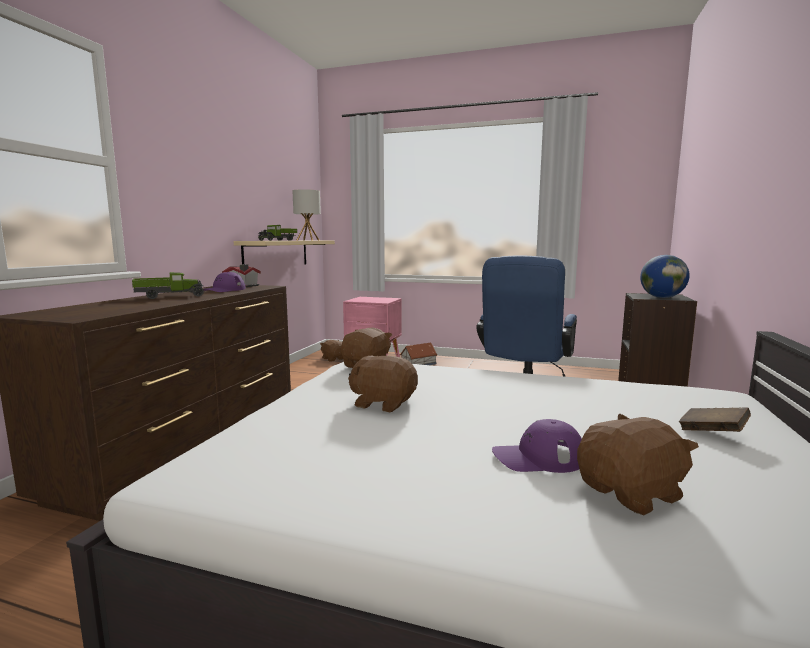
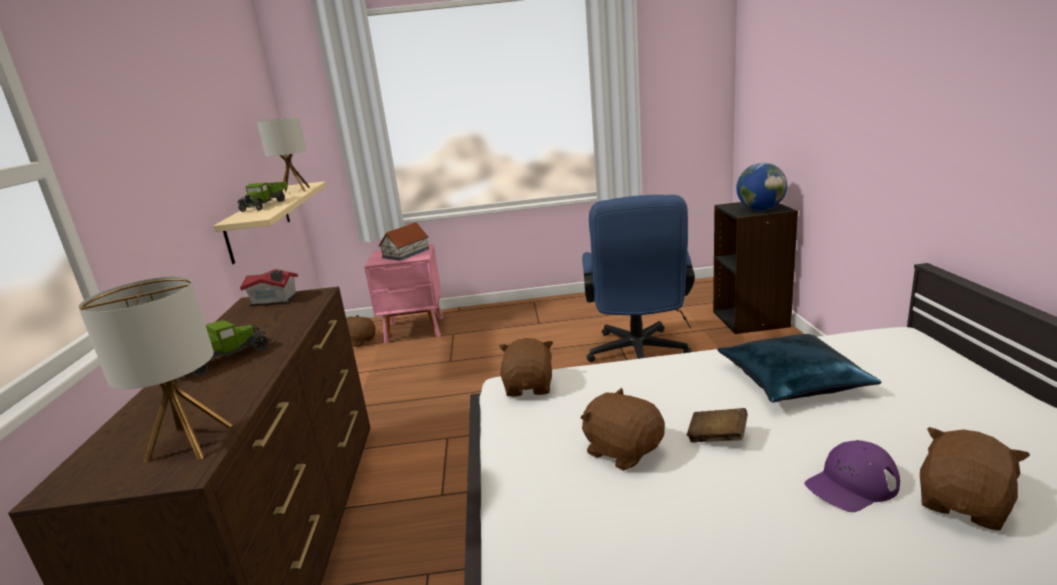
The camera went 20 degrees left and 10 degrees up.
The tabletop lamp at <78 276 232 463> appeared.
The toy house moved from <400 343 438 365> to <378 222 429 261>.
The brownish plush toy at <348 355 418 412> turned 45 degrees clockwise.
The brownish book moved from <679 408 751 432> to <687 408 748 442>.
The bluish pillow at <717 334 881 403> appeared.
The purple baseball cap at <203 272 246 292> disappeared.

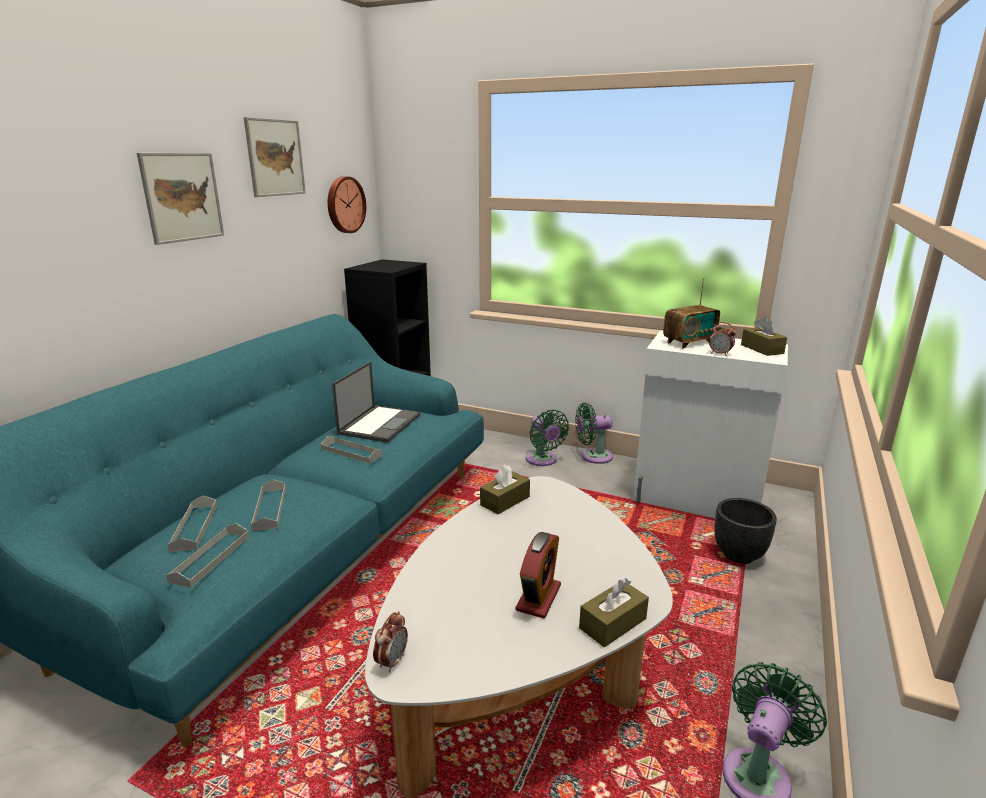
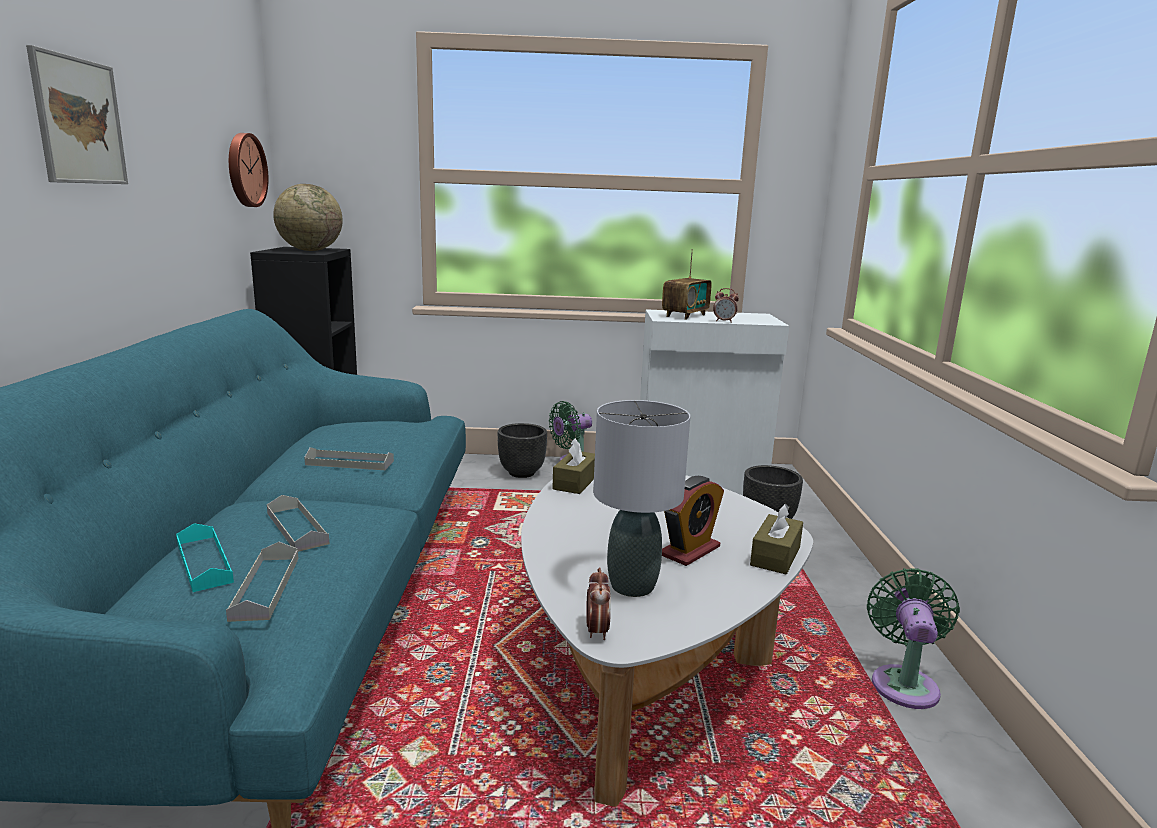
The camera went 25 degrees left and 5 degrees down.
The gray tray at <168 496 217 552> became the turquoise tray at <176 523 234 592>.
The globe at <273 184 343 251> appeared.
The greenish cooling fan at <526 410 569 466> was replaced by the black flower pot at <498 423 547 478>.
The gray tabletop lamp at <593 400 690 597> appeared.
The bedside clock at <516 532 561 618> turned 45 degrees clockwise.
The wall art at <244 117 306 197> disappeared.
The notebook computer at <332 361 421 443> disappeared.
The brownish box of tissues at <741 317 787 356> disappeared.

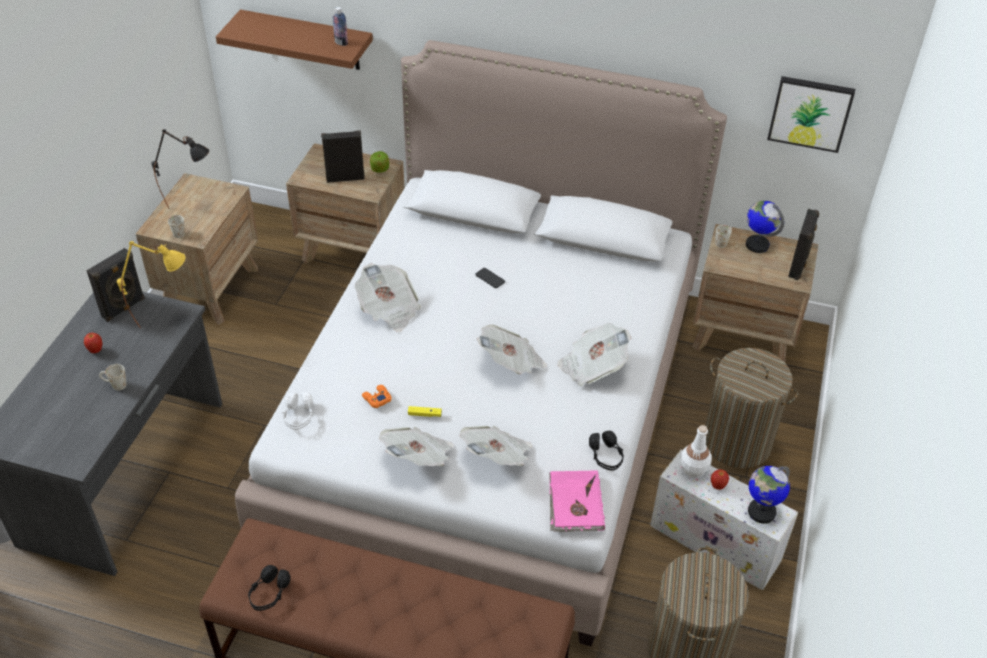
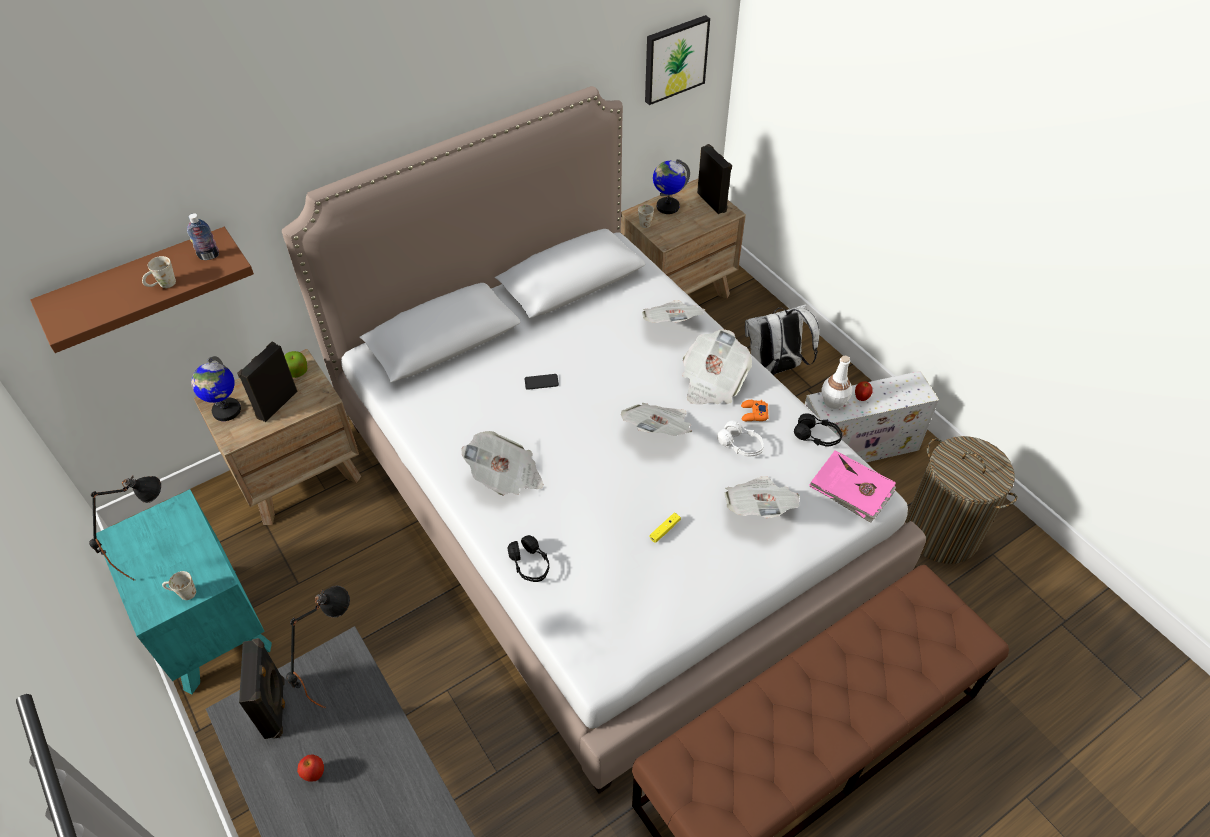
The camera went 50 degrees left and 5 degrees up.
The brownish nightstand at <136 173 258 325> became the turquoise nightstand at <96 489 272 694>.
The white-coloured coffee mug moved from <99 364 127 391> to <142 256 176 288>.
The globe moved from <748 466 790 524> to <191 356 241 421>.
The yellow-coloured tabletop lamp at <117 241 185 328> became the black tabletop lamp at <286 586 350 708>.
The black headset moved from <248 565 291 611> to <507 535 549 582>.
The newspaper moved from <379 427 454 466> to <642 300 705 323>.
The white-coloured headset moved from <283 392 313 430> to <717 421 764 457>.
The orange gamepad moved from <362 385 392 408> to <741 400 769 421>.
The hamper at <705 348 798 468> was replaced by the white-coloured backpack at <745 304 819 375>.

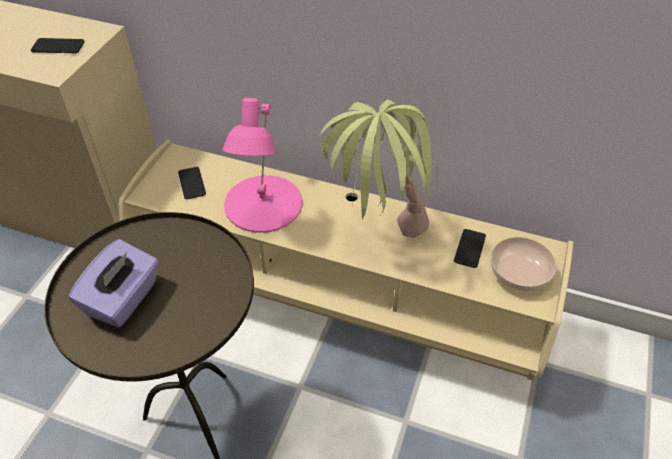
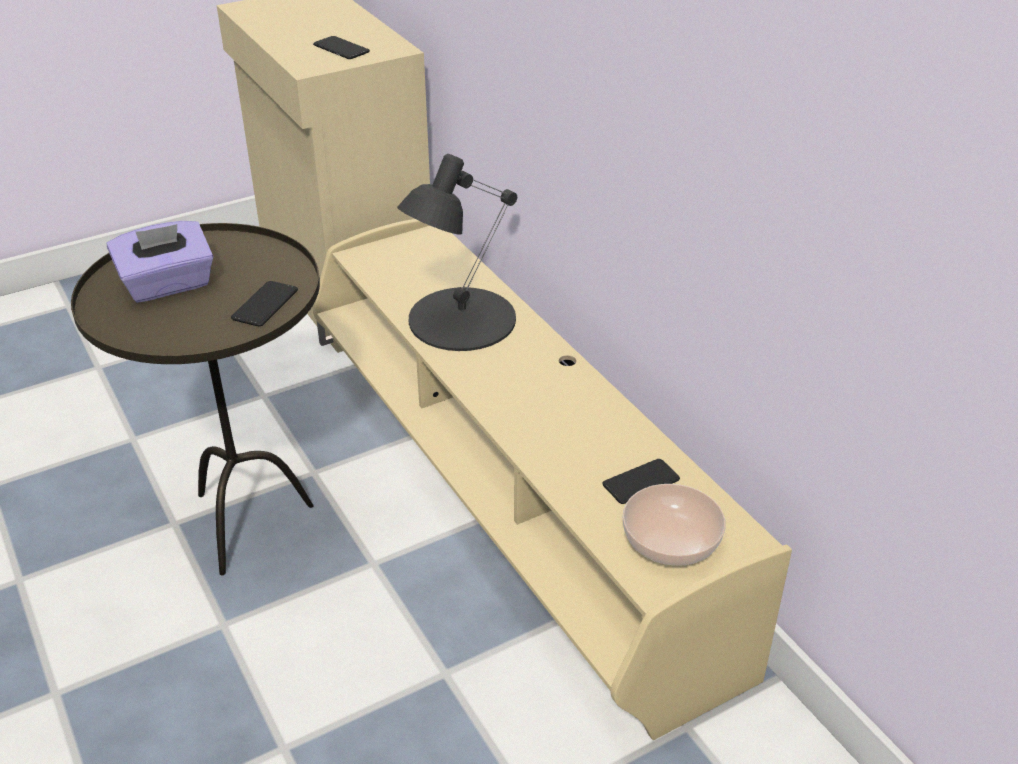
The camera went 40 degrees right and 10 degrees down.
The telephone moved from <178 167 206 199> to <231 281 298 326>.
The pink tabletop lamp at <222 98 302 233> became the black tabletop lamp at <397 154 517 351>.
The potted plant at <318 100 438 238> disappeared.

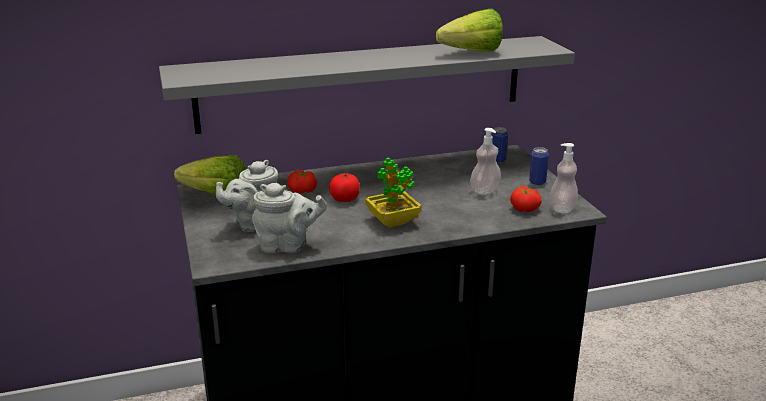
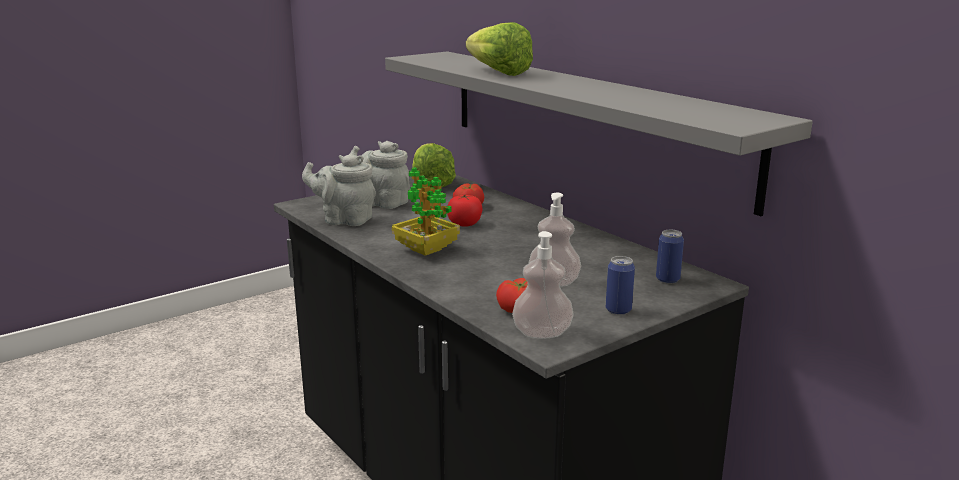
The camera went 70 degrees right and 5 degrees down.
The gray teapot at <252 183 327 253> turned 120 degrees clockwise.
The head of lettuce moved from <436 9 503 52> to <466 22 533 76>.

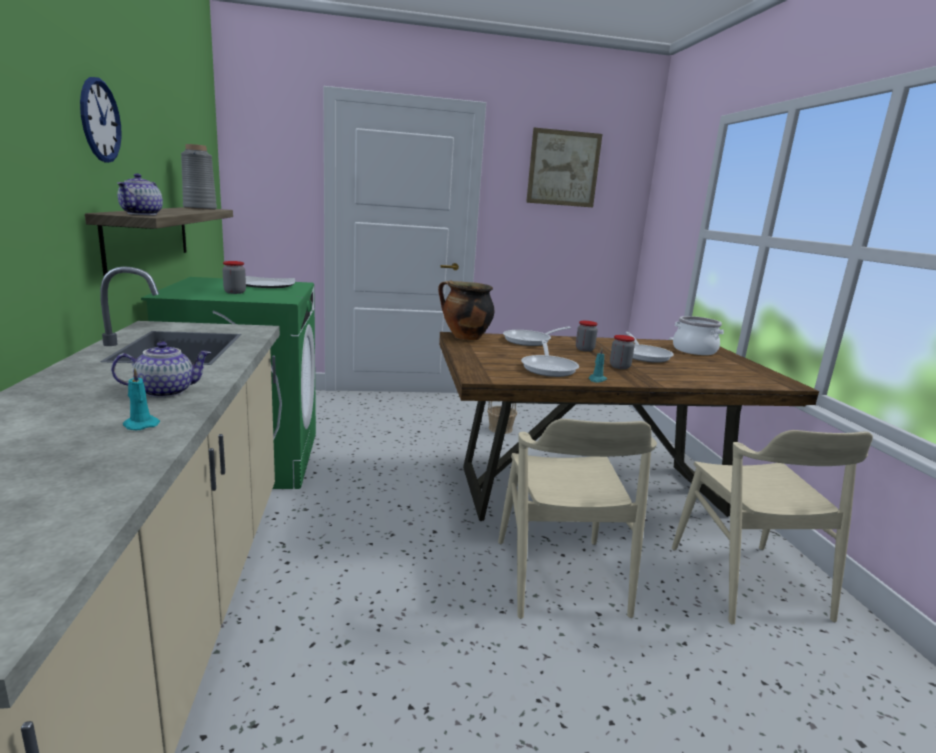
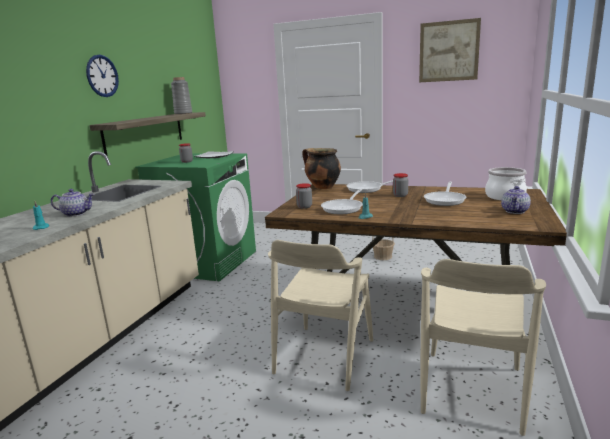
The camera went 30 degrees right and 0 degrees up.
The preserve jar moved from <610 335 635 369> to <296 183 312 209>.
The teapot moved from <117 173 163 215> to <501 186 531 214>.

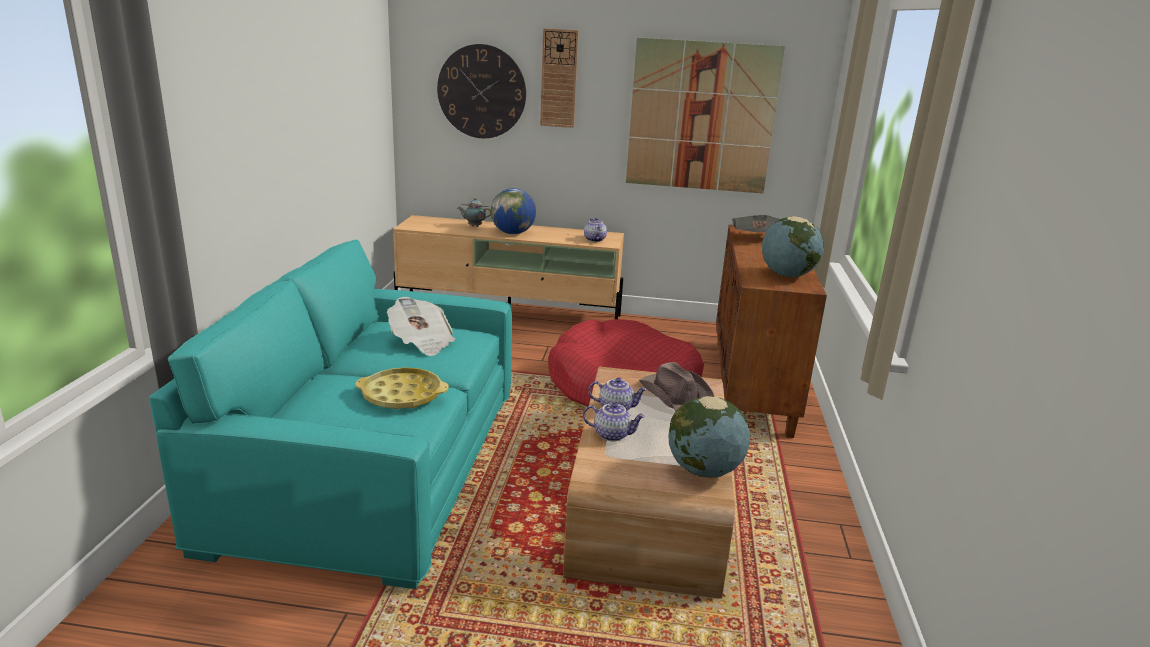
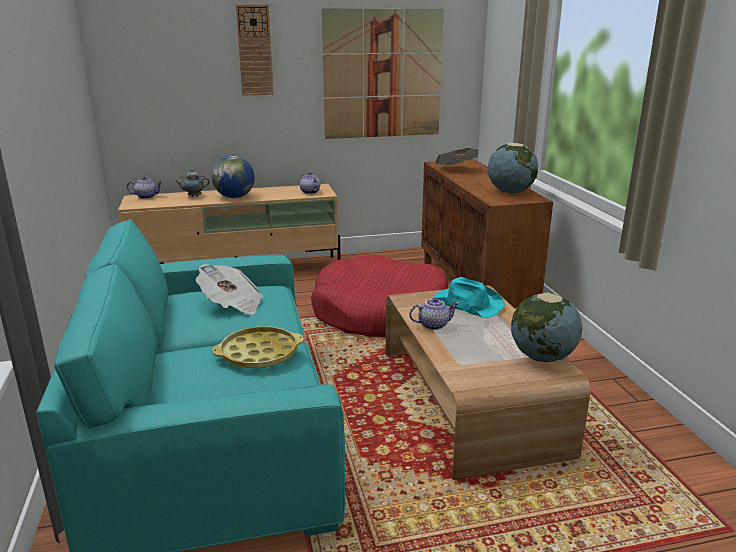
The camera went 20 degrees left and 0 degrees up.
The teapot moved from <583 402 645 441> to <127 177 163 199>.
The brownish wearable hat at <639 362 714 412> became the turquoise wearable hat at <433 277 505 318>.
The wall clock at <437 44 526 138> disappeared.

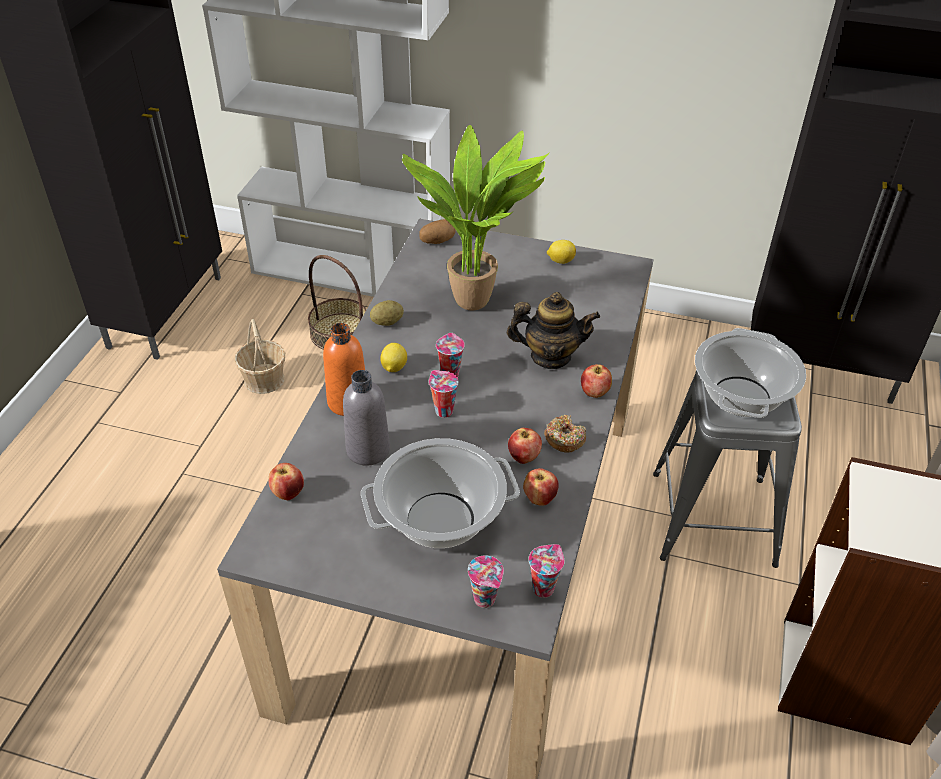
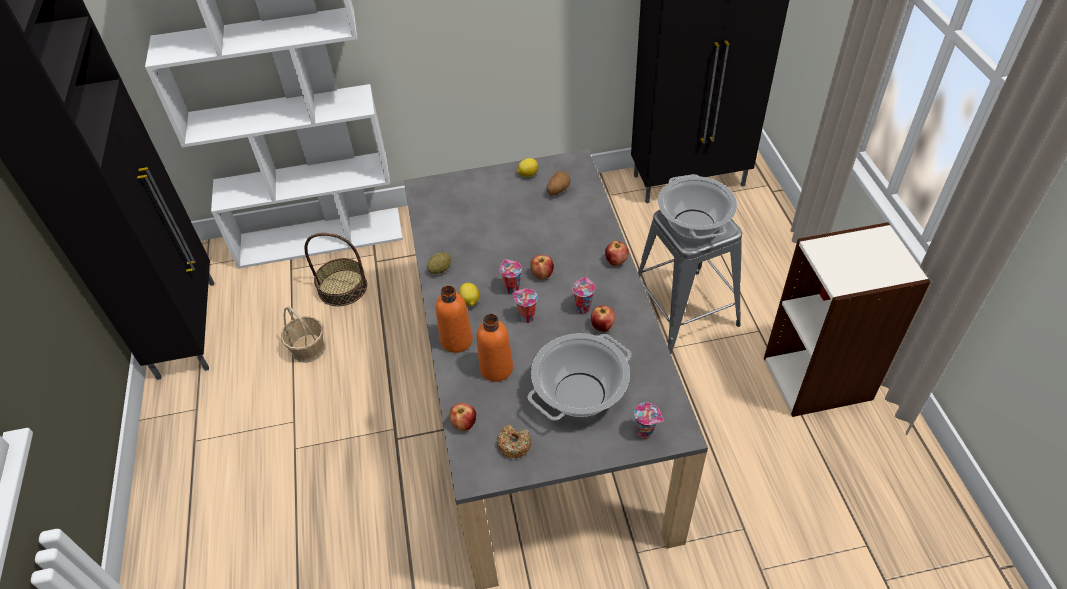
The camera went 25 degrees left and 5 degrees up.
The gray drink bottle at <343 370 390 466> became the orange drink bottle at <477 314 513 382>.
The ring doughnut moved from <544 415 586 453> to <497 424 532 458>.
The whole apple moved from <523 468 559 505> to <530 255 554 279>.
The whole potato moved from <419 219 456 244> to <547 171 570 195>.
The small cup moved from <529 544 565 598> to <572 277 595 314>.
The potted plant at <402 125 551 311> disappeared.
The teapot at <507 292 600 369> disappeared.

